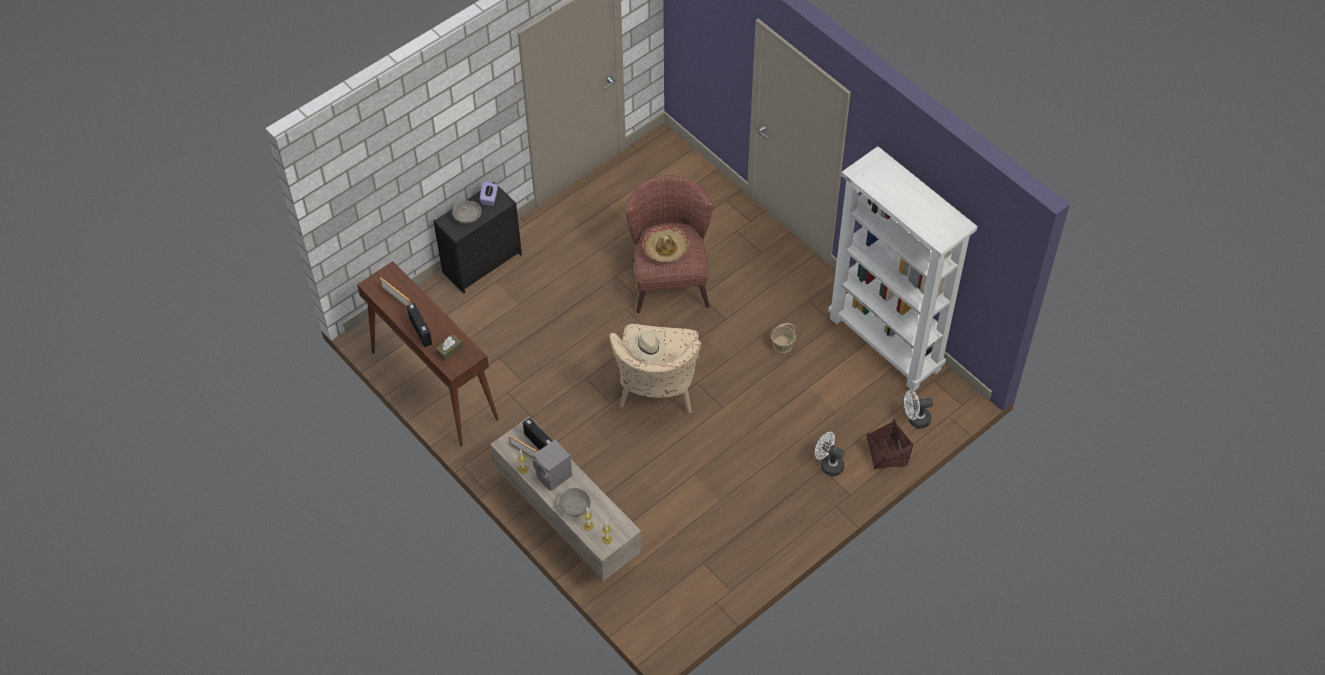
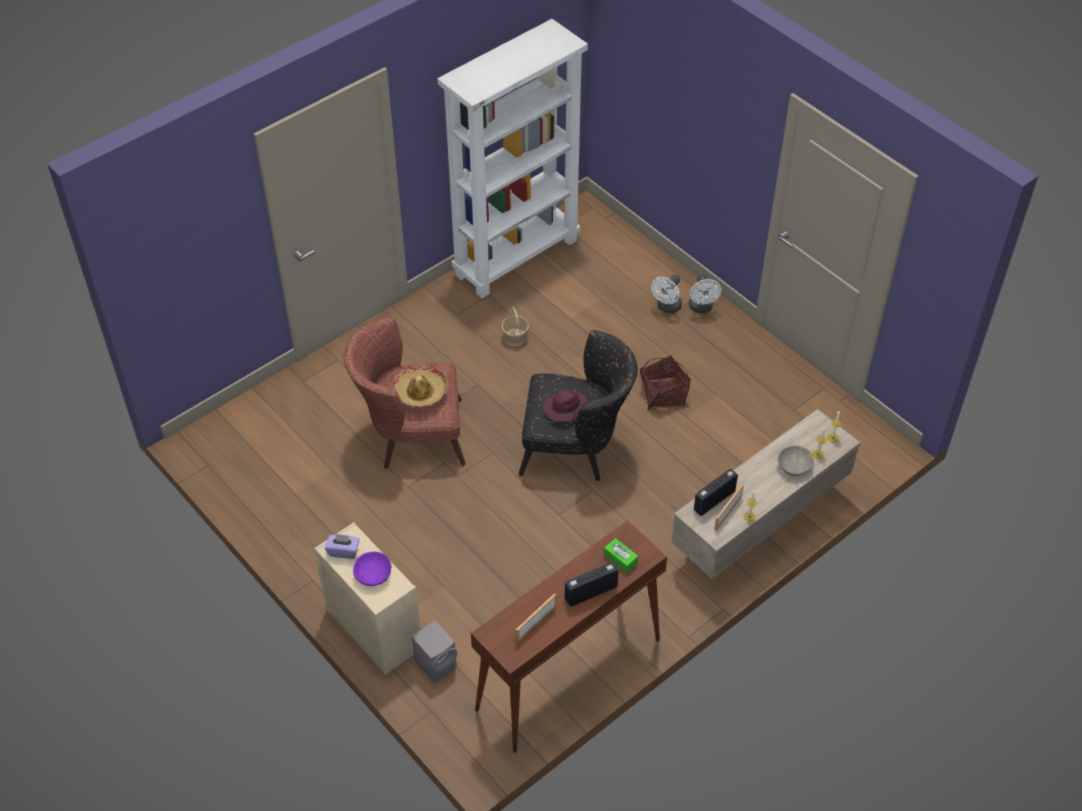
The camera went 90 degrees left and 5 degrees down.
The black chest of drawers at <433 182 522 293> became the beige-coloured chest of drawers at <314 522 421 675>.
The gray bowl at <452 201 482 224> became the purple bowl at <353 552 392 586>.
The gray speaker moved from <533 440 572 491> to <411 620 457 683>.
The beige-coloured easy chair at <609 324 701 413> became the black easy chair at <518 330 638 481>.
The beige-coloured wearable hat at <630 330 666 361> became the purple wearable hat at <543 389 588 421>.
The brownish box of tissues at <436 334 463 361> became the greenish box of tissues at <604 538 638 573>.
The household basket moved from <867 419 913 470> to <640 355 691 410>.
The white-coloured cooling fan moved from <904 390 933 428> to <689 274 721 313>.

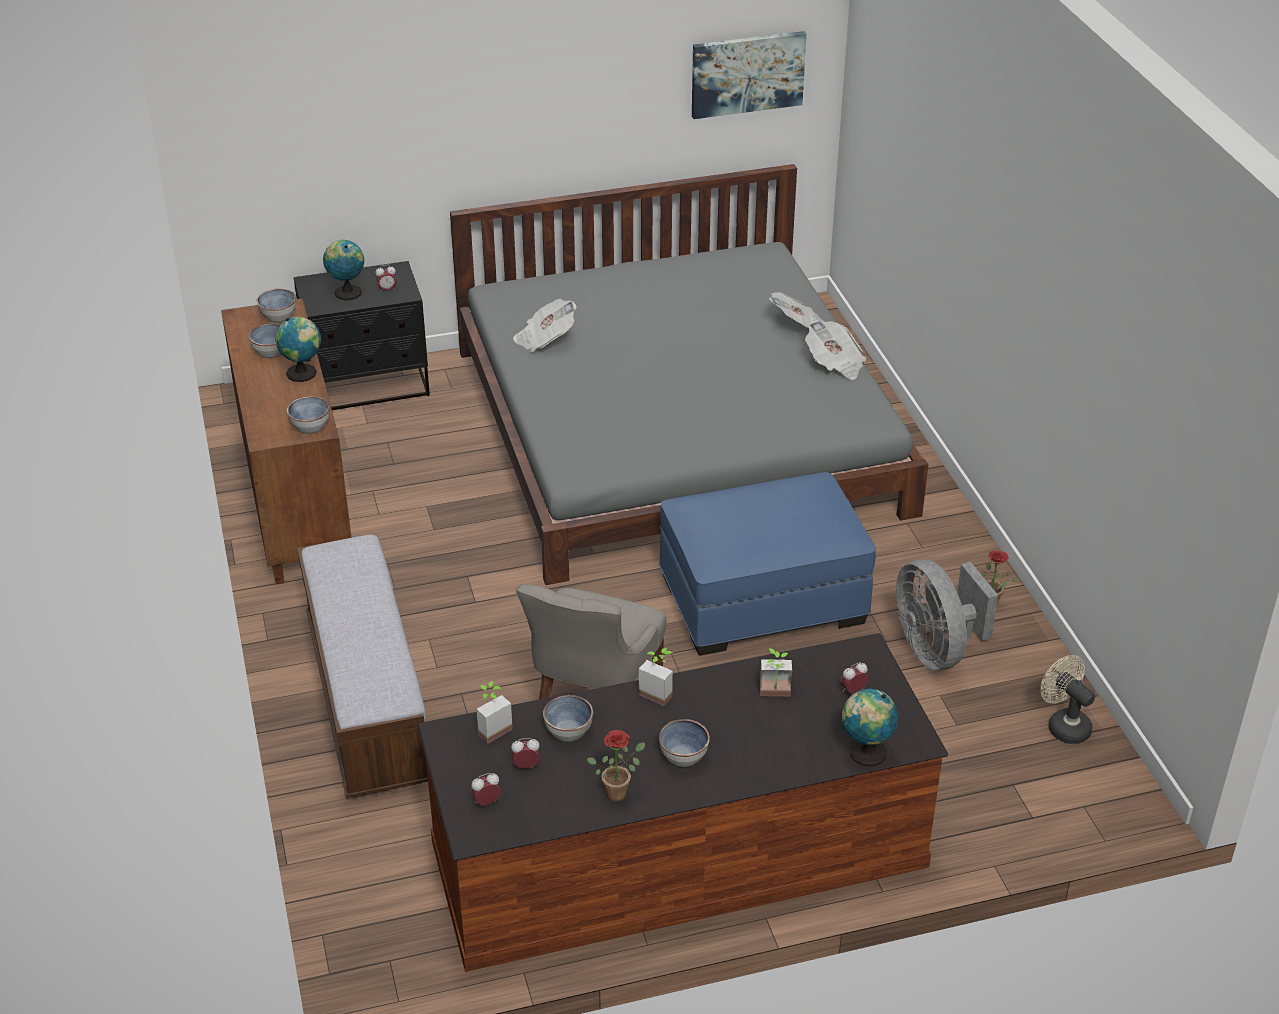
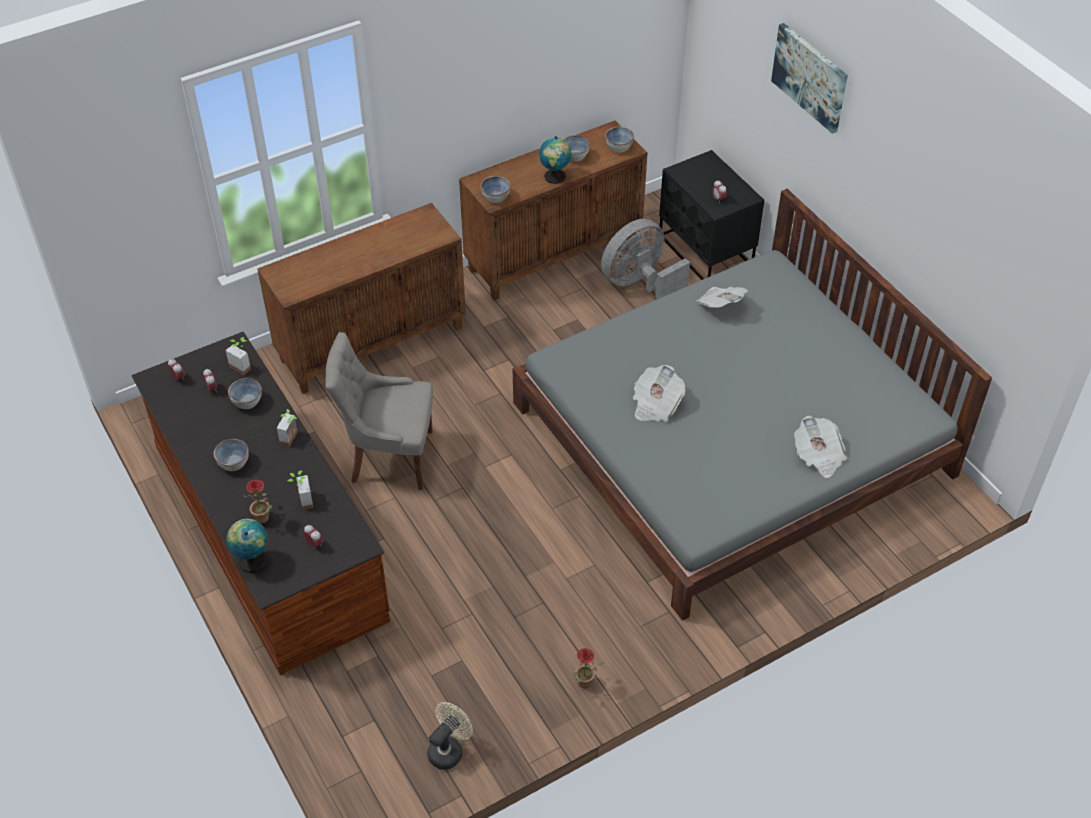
The camera went 75 degrees right and 10 degrees up.
The potted plant moved from <587 730 645 801> to <244 480 272 524>.
The bench at <297 534 428 798> was replaced by the brownish cabinet at <257 203 466 394>.
The gray cooling fan moved from <896 559 998 670> to <601 219 690 300>.
The newspaper moved from <805 320 867 380> to <633 365 686 422>.
The wall art moved from <692 31 807 119> to <771 23 848 134>.
The globe at <323 240 364 300> disappeared.
The bluish ottoman at <659 472 876 656> disappeared.

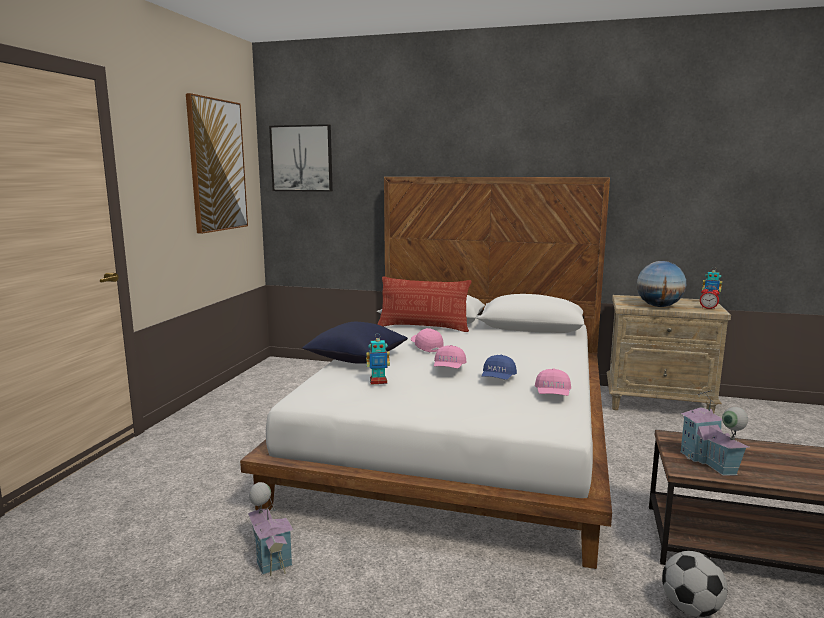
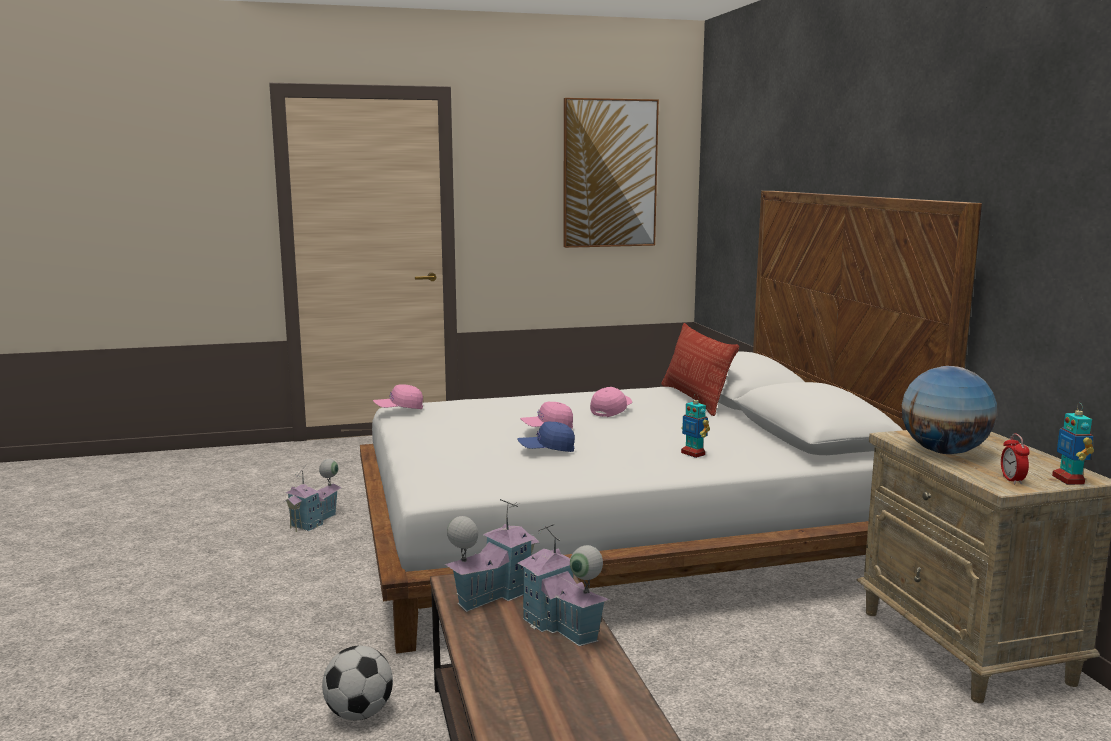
The camera went 60 degrees right and 0 degrees up.
The pink baseball cap moved from <535 368 571 396> to <373 384 423 409>.
The toy house at <518 524 610 646> appeared.
The model robot moved from <366 333 390 385> to <681 394 710 458>.
The wall art at <269 124 333 192> disappeared.
The bluish pillow at <302 322 408 364> disappeared.

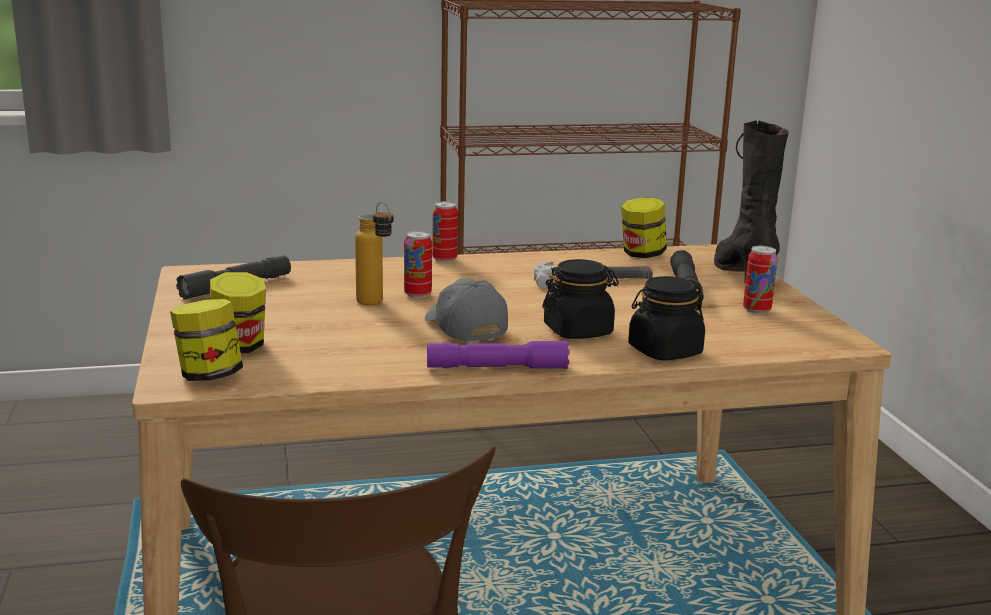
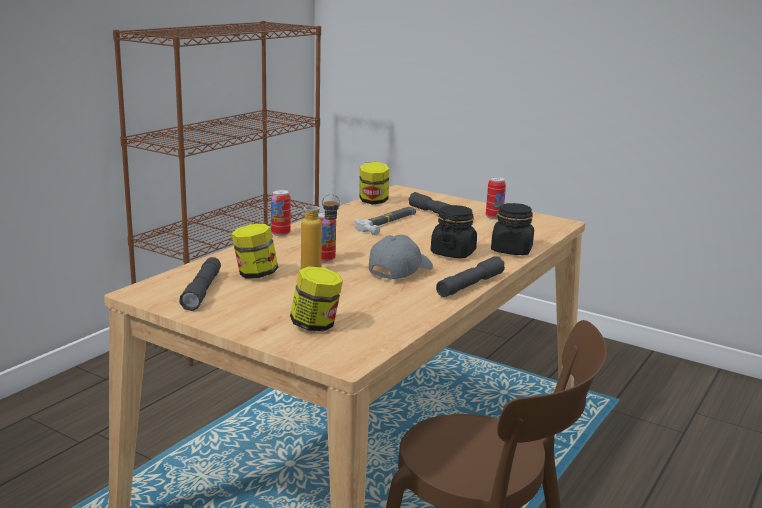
The camera went 45 degrees left and 0 degrees up.
The preserve jar moved from <170 299 243 381> to <231 224 278 279>.
The gray baseball cap at <425 278 508 342> turned 105 degrees clockwise.
The purple hand torch at <427 340 570 369> became the gray hand torch at <436 256 505 297>.
The black boot at <714 120 789 282> disappeared.

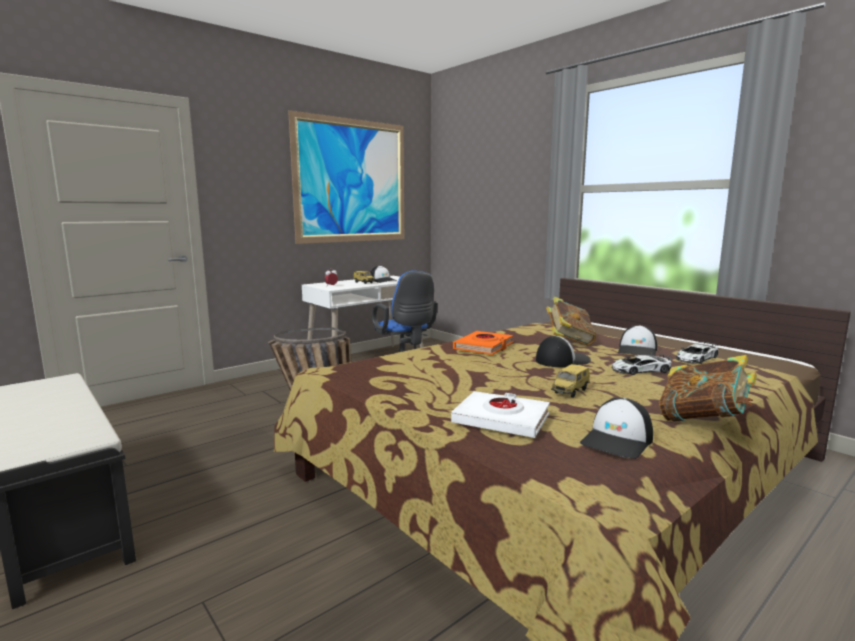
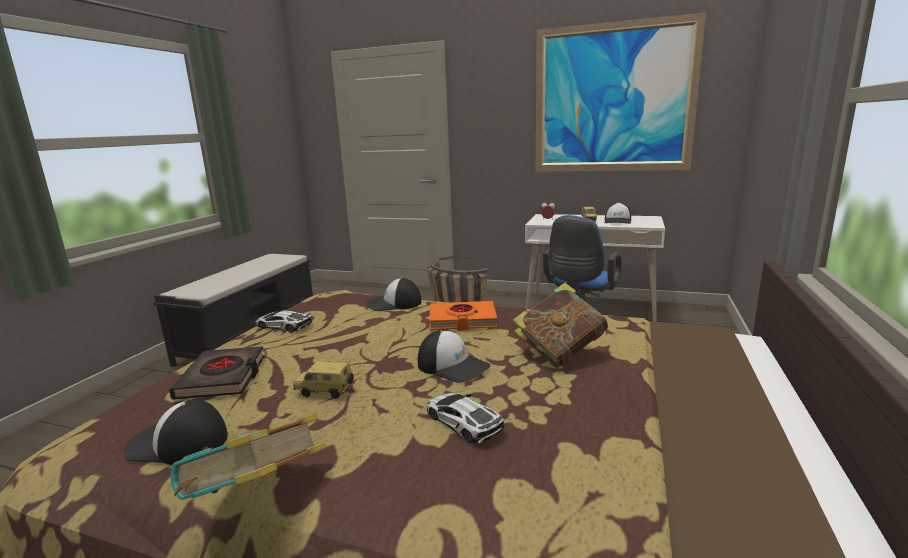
The camera went 60 degrees right and 5 degrees up.
The white-coloured book at <451 391 550 438> became the black book at <169 346 265 400>.
The model car moved from <676 342 718 364> to <255 310 312 333>.
The baseball cap moved from <618 325 657 356> to <367 278 422 311>.

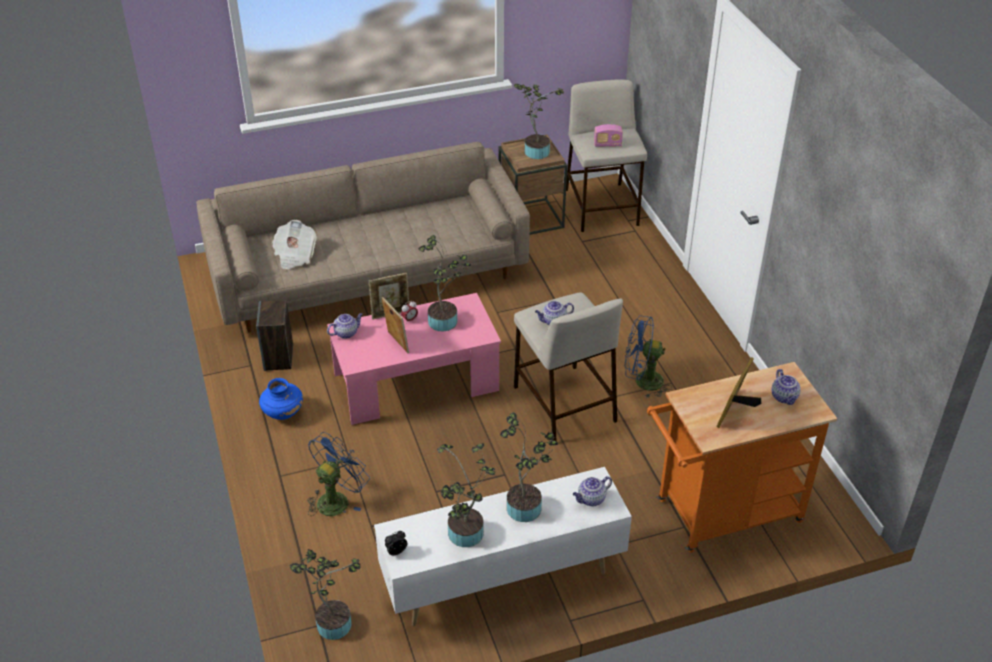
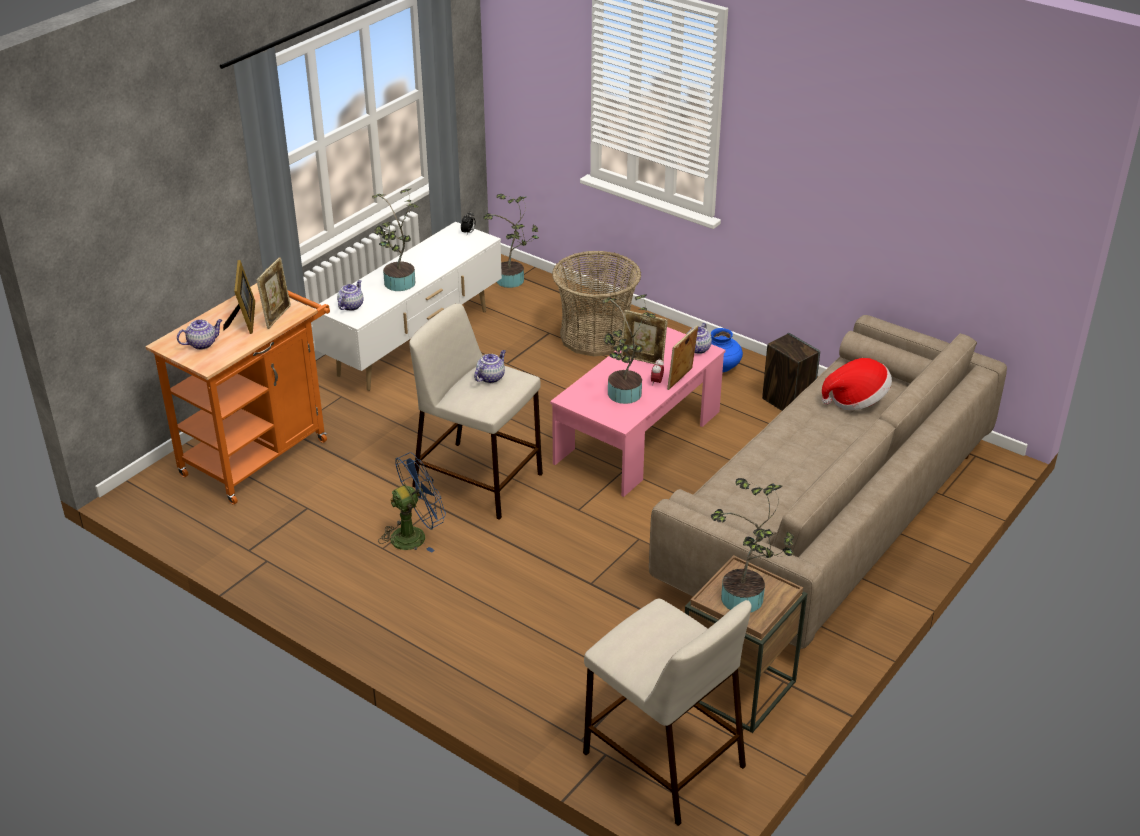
The camera went 145 degrees right and 5 degrees down.
The teapot at <772 369 801 405> turned 105 degrees clockwise.
The picture frame at <256 257 291 329> appeared.
The bluish cooling fan at <308 432 370 516> was replaced by the household basket at <552 251 641 357>.
The newspaper at <272 220 317 269> was replaced by the wearable hat at <822 358 892 410>.
The potted plant at <437 443 495 547> disappeared.
The radio receiver at <594 124 623 147> disappeared.

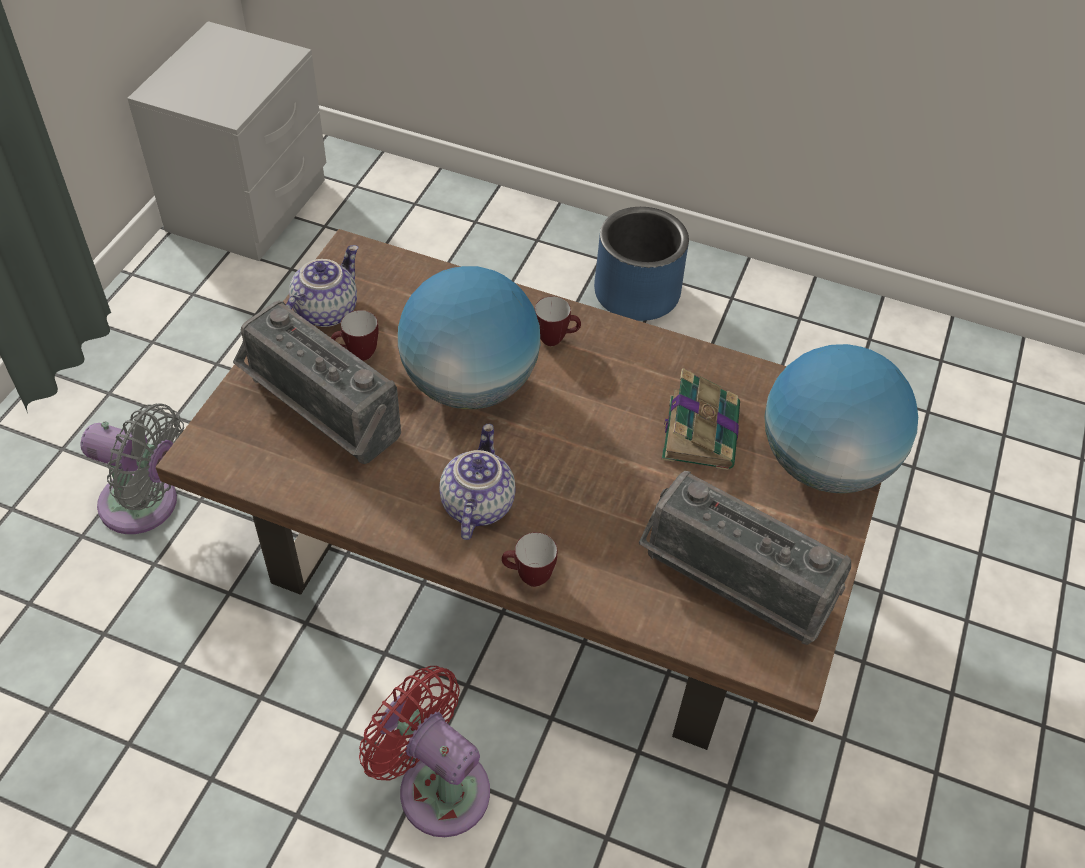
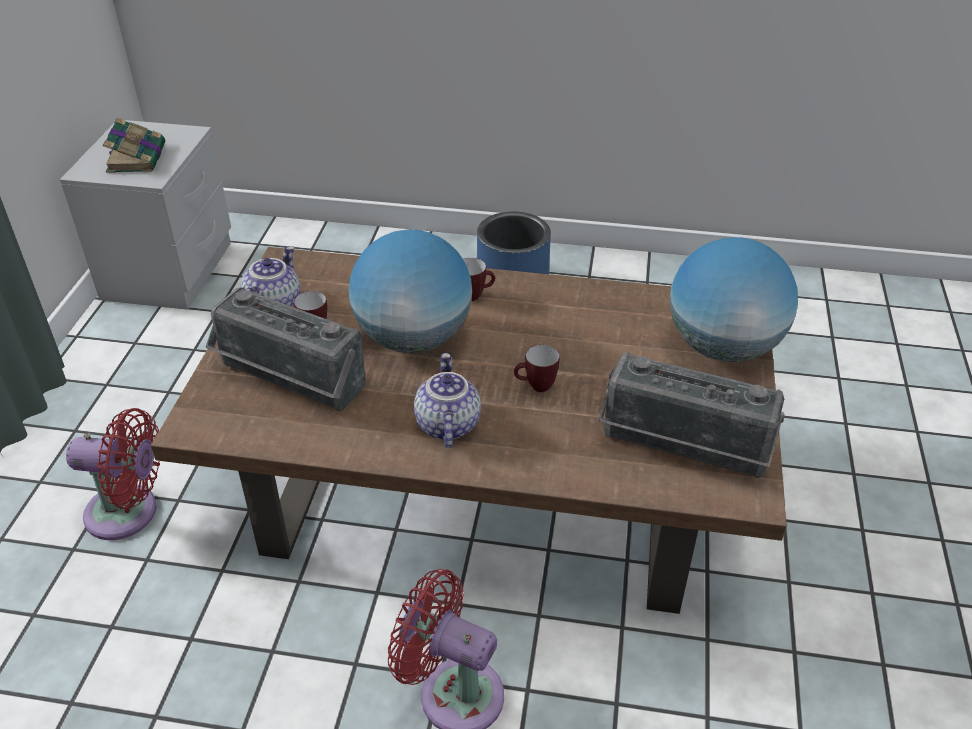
The camera went 10 degrees left and 10 degrees down.
The gray cooling fan at <81 403 184 534> became the red cooling fan at <66 408 160 540>.
The book moved from <662 368 740 470> to <103 117 165 173>.
The coffee mug moved from <502 532 557 587> to <514 345 560 392>.

